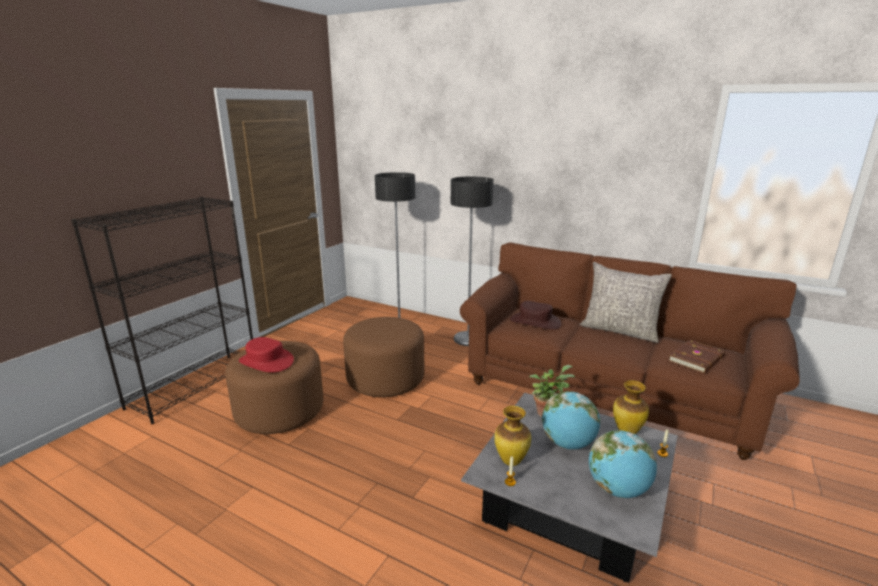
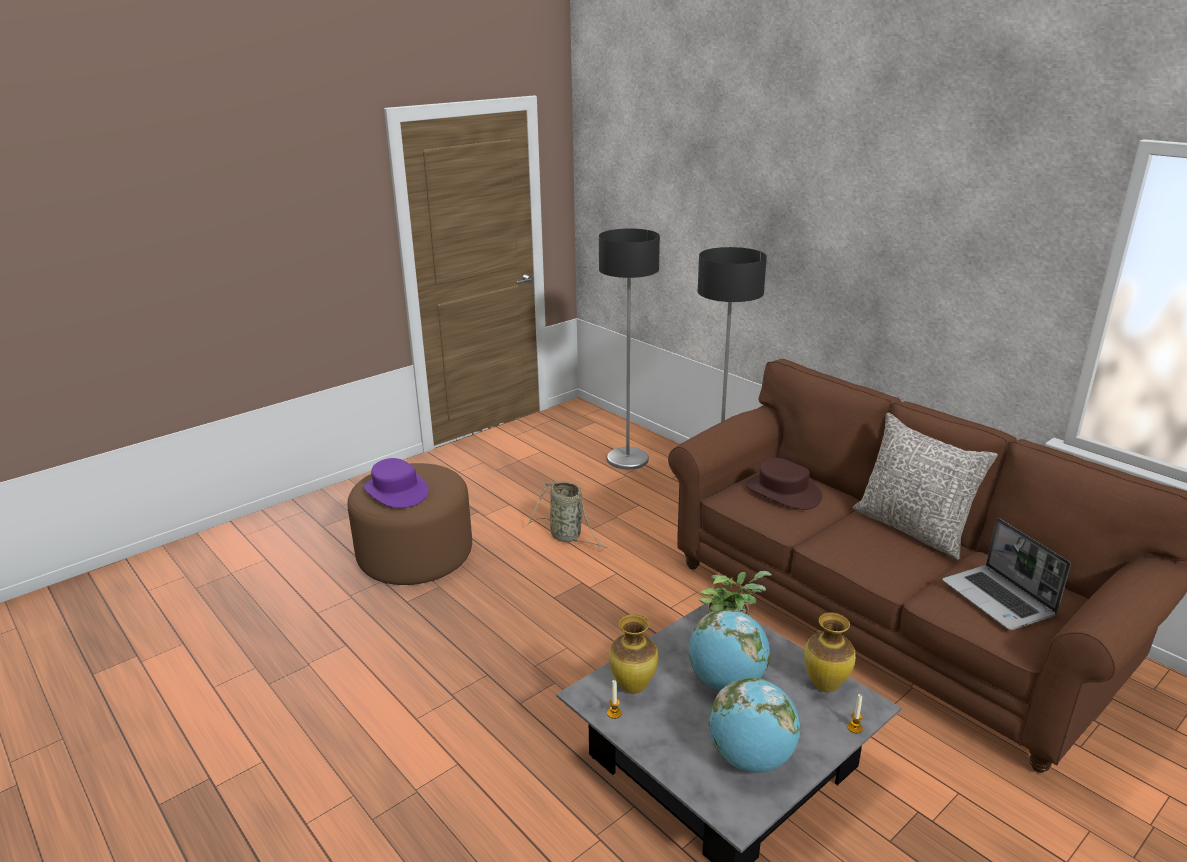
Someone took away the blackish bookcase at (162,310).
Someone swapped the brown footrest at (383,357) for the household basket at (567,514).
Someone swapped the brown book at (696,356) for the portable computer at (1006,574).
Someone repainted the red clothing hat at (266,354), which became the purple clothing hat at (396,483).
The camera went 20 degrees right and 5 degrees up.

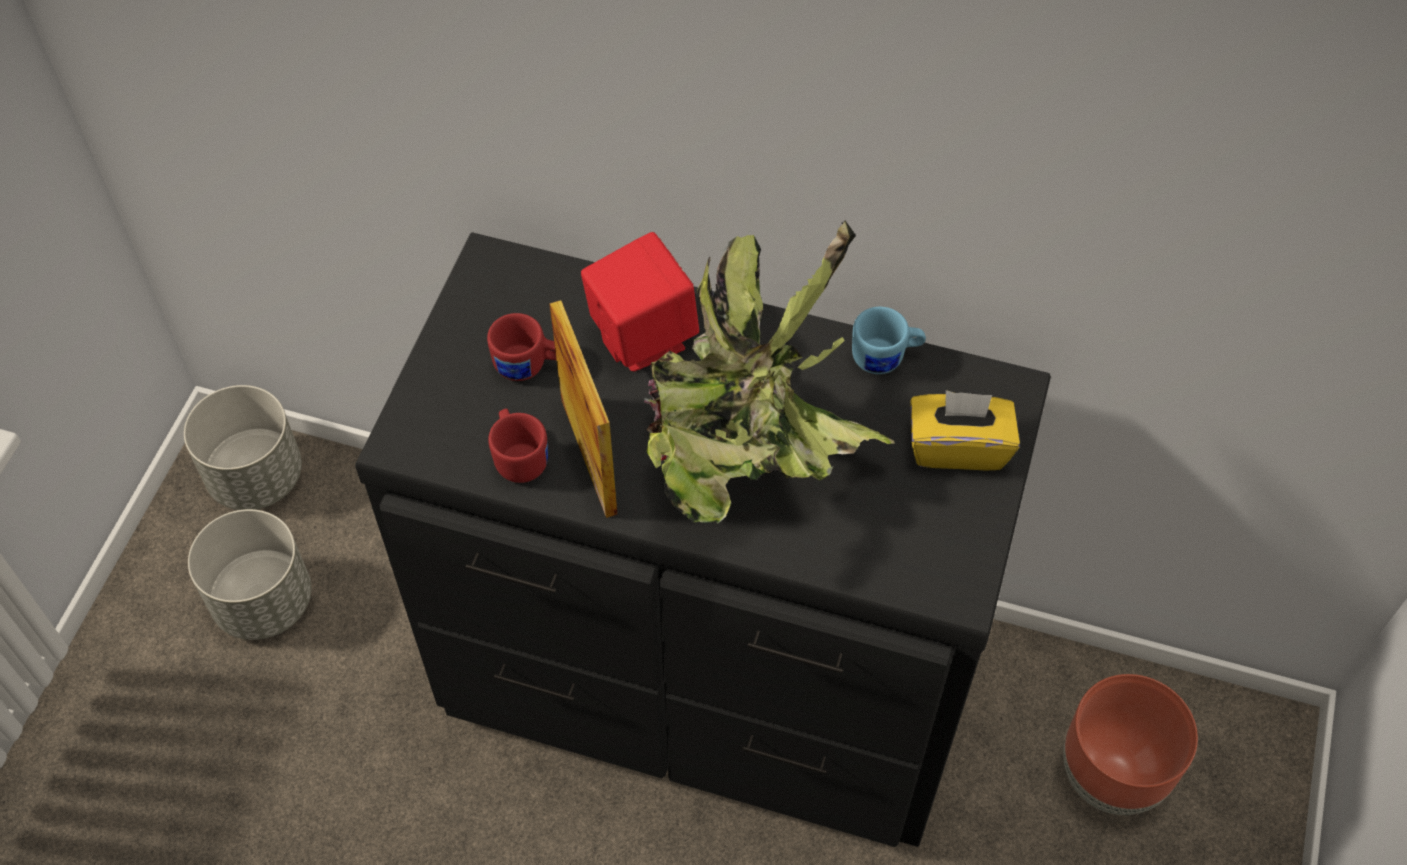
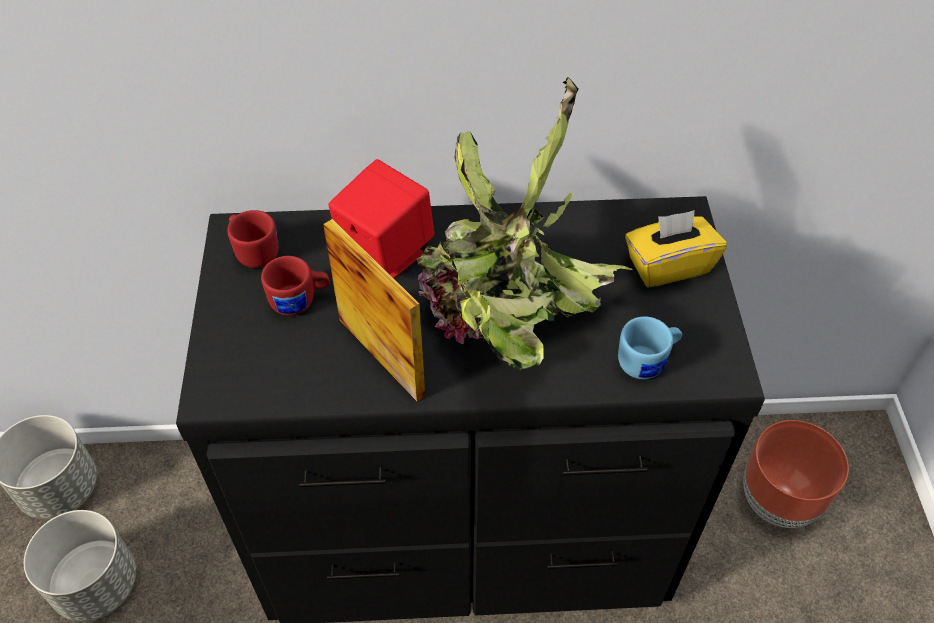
Someone carried the red mug from (518,446) to (253,239).
Someone carried the blue-coloured mug from (889,340) to (650,347).
The camera went 20 degrees left and 5 degrees down.

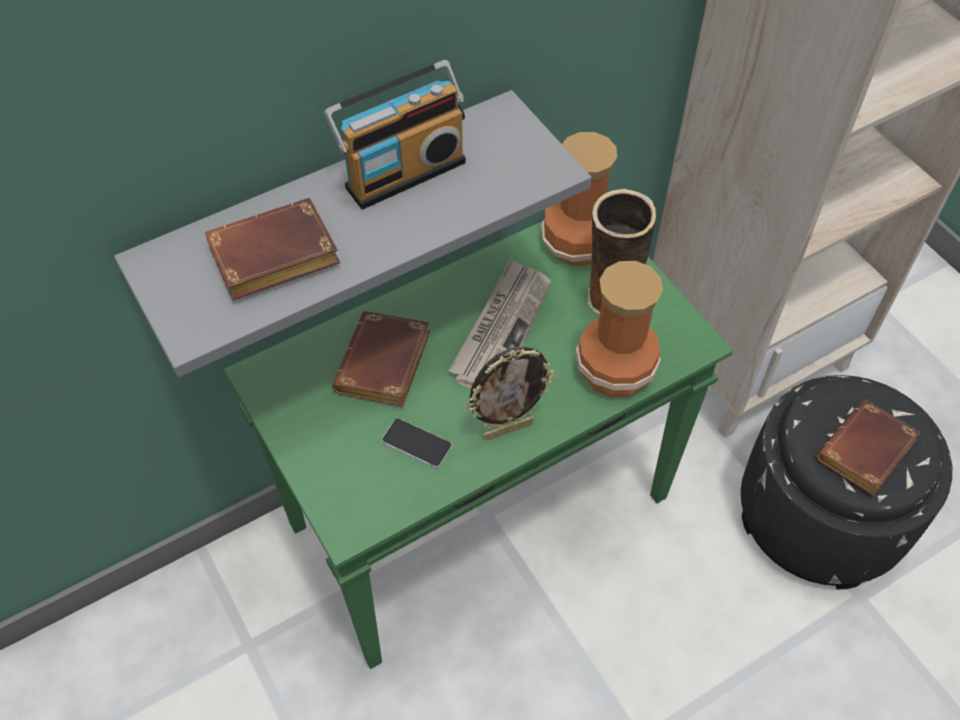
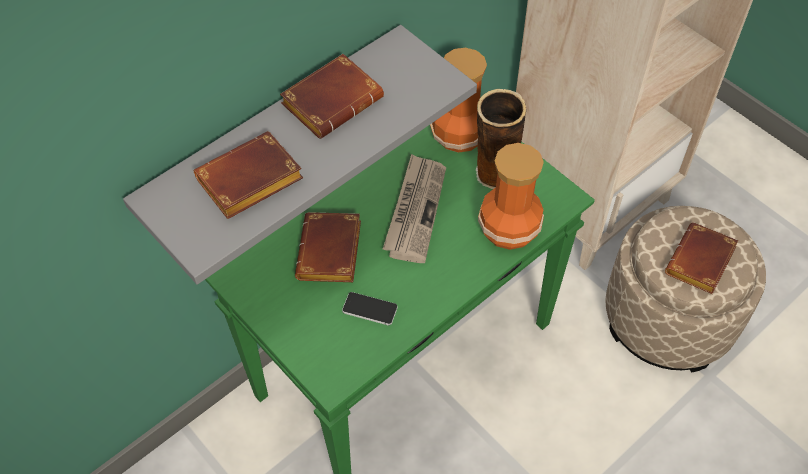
Someone took away the picture frame at (510,393).
Someone swapped the radio at (395,135) for the brown book at (332,96).
Someone repainted the blackish footrest at (846,482), which became the beige footrest at (685,289).
The camera went 10 degrees left and 0 degrees up.

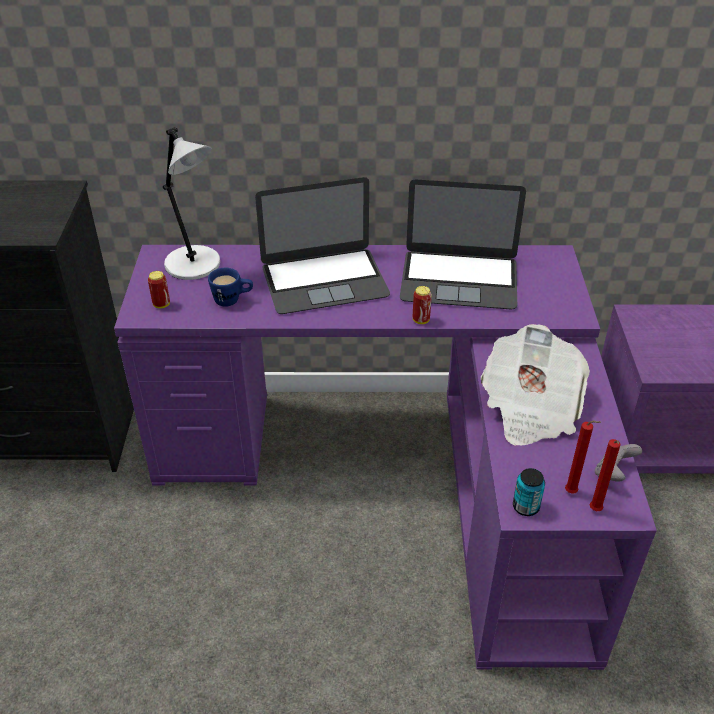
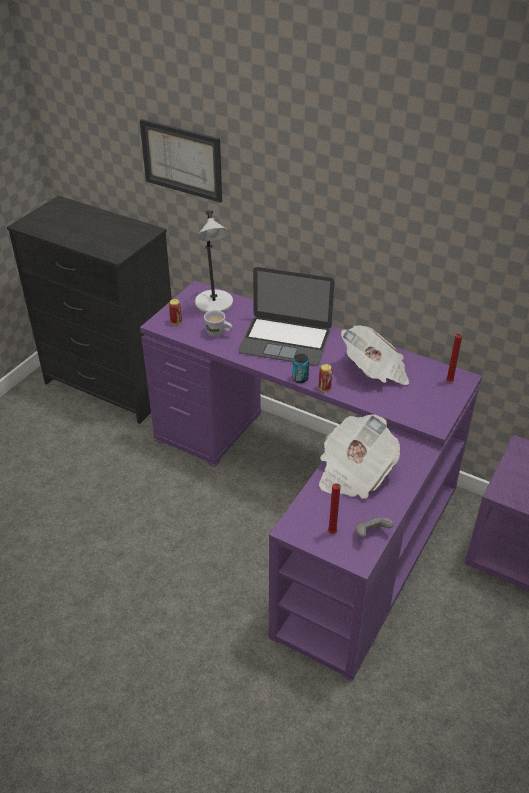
Someone put up the picture at (181,161).
Someone carried the can from (529,492) to (301,368).
Someone carried the red candle from (605,475) to (454,358).
Someone swapped the portable computer at (463,244) for the newspaper at (375,355).
Someone repainted the blue-coloured mug at (230,287), which became the whitish mug at (218,323).
The camera went 30 degrees right and 0 degrees up.

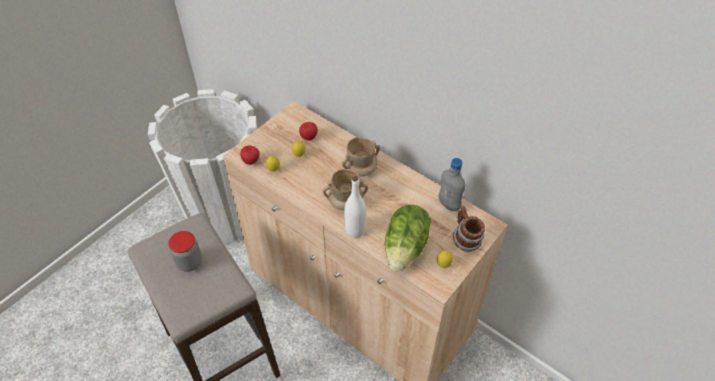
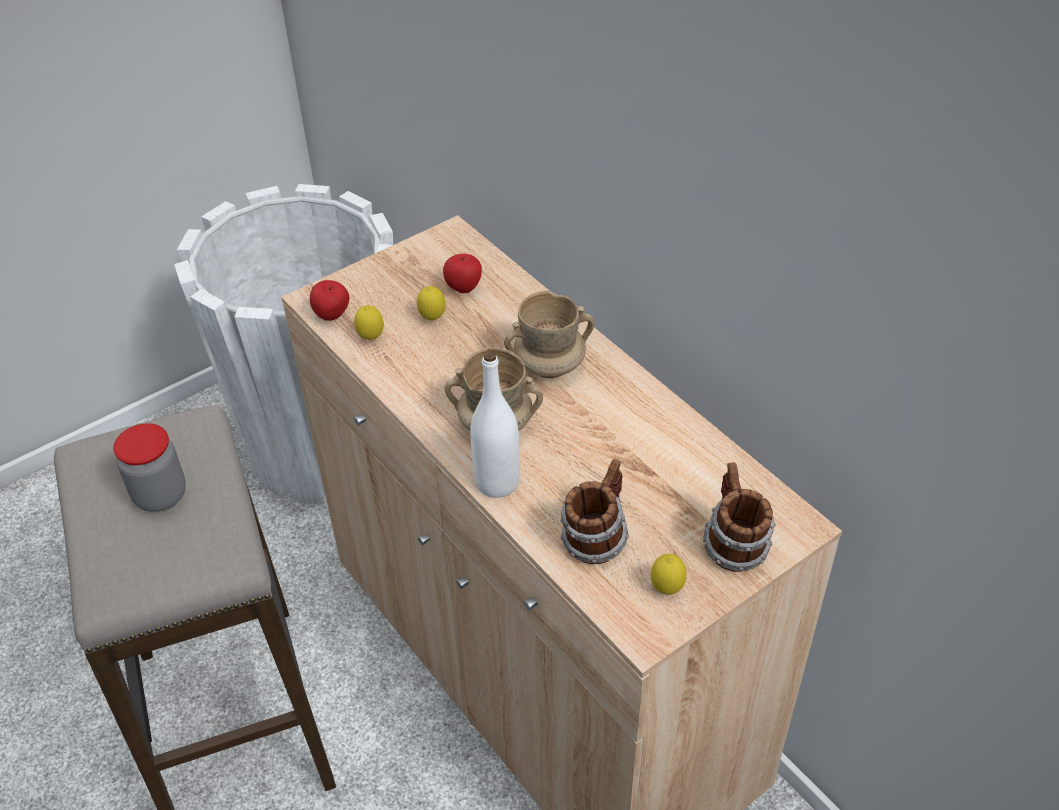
Someone took away the grey beverage bottle at (452,184).
Someone swapped the head of lettuce at (408,238) for the mug at (594,511).
The camera went 15 degrees right and 5 degrees down.

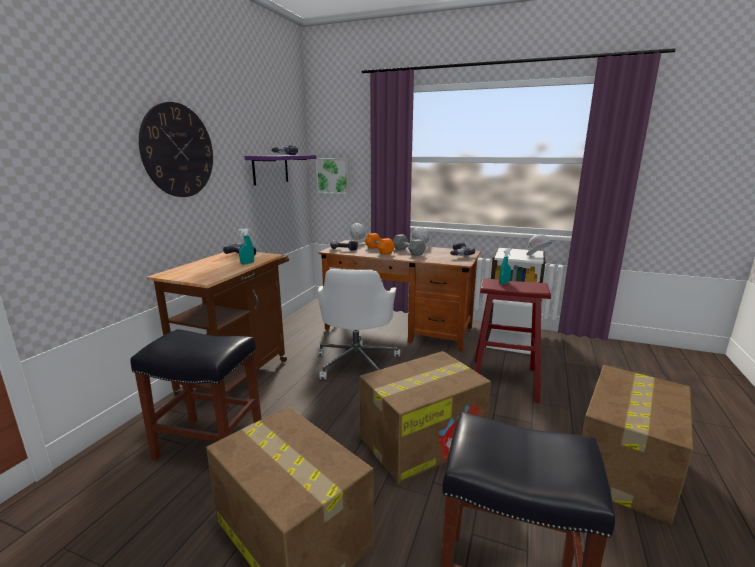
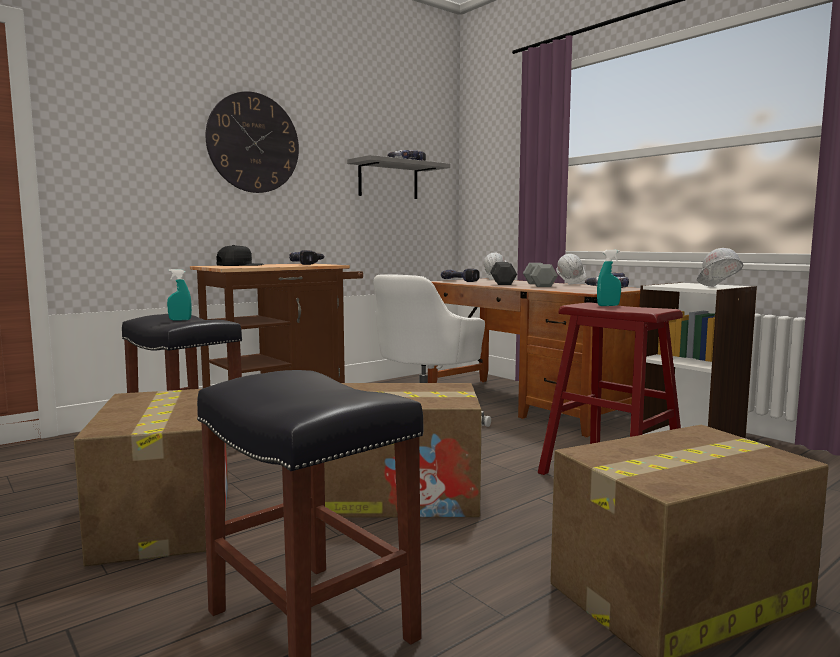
Someone took away the picture at (333,176).
Someone put down the blackish peaked cap at (240,255).
Someone carried the blue-green spray bottle from (246,246) to (179,295).
Someone repainted the purple wall shelf at (280,170), which became the grey wall shelf at (398,177).
Someone repainted the orange dumbbell at (380,244), which became the grey dumbbell at (503,273).
The camera went 30 degrees right and 10 degrees down.

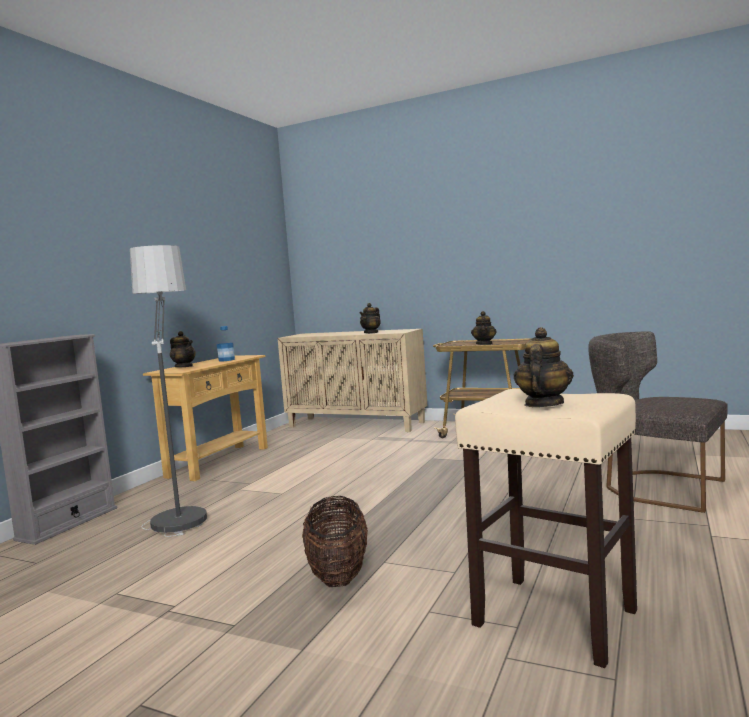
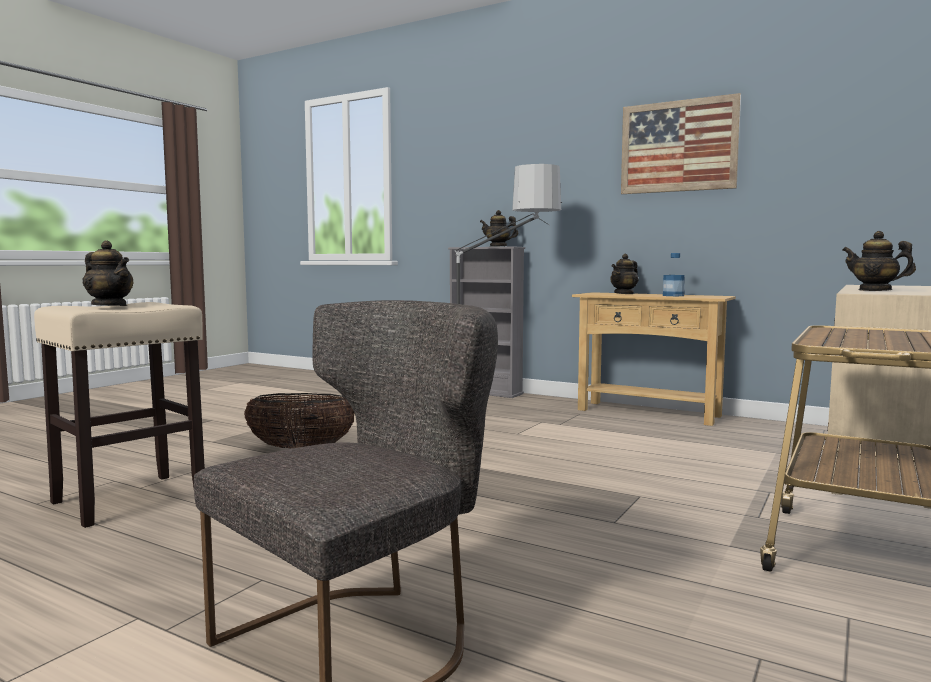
Someone put up the picture at (681,143).
Someone carried the teapot from (484,328) to (499,228).
The camera went 95 degrees right and 0 degrees up.

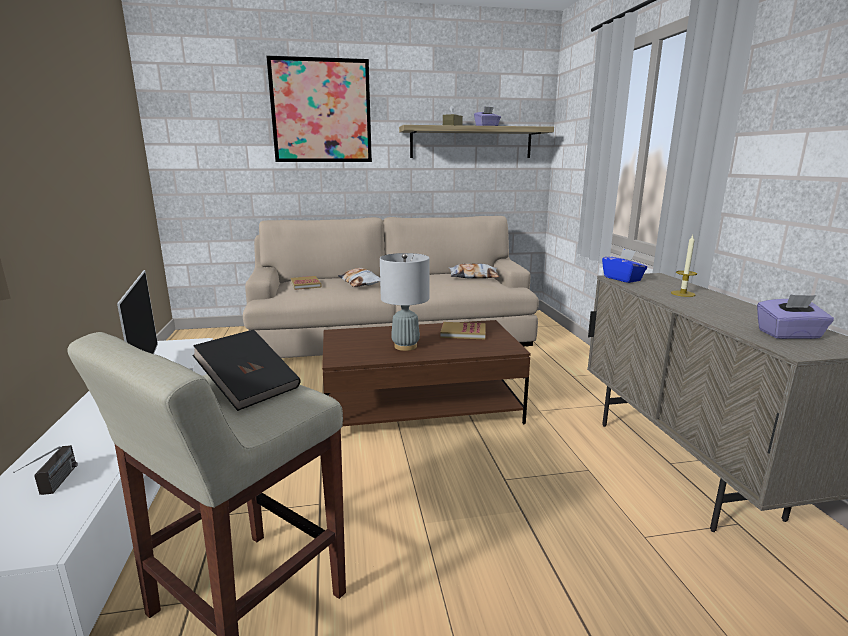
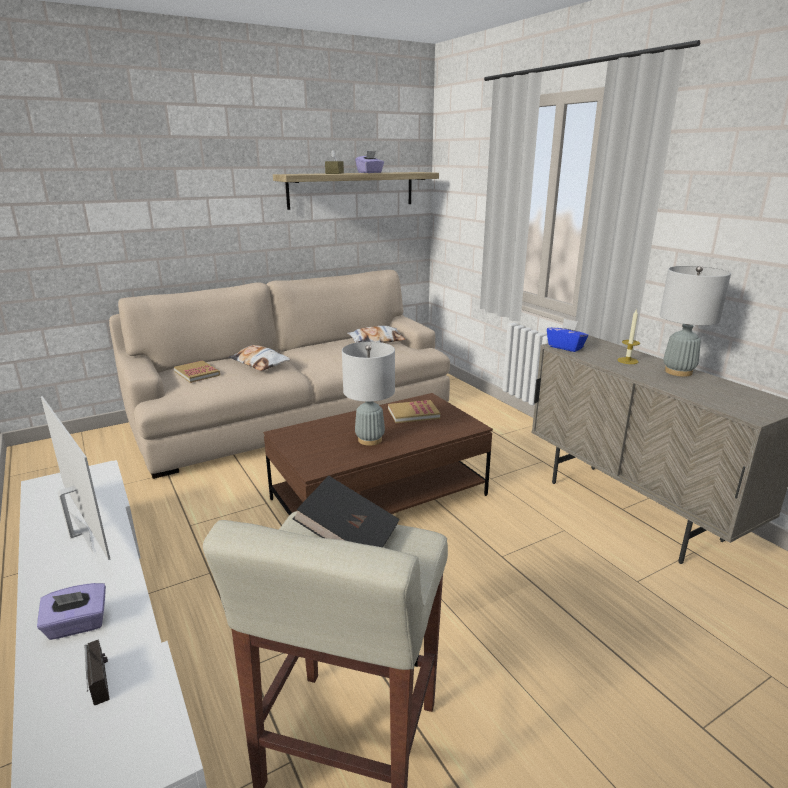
Someone took away the picture at (319,109).
Someone put down the grey lamp for a table at (695,321).
Someone carried the purple tissue holder from (795,316) to (71,611).
The camera went 20 degrees left and 5 degrees up.

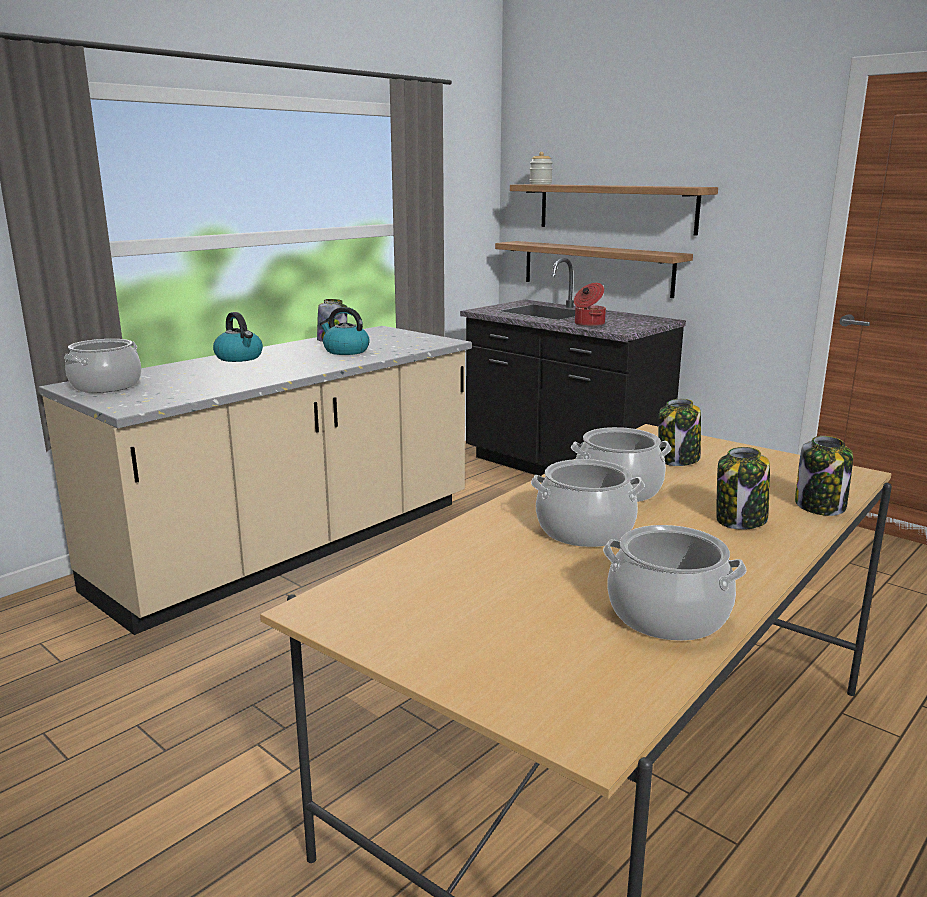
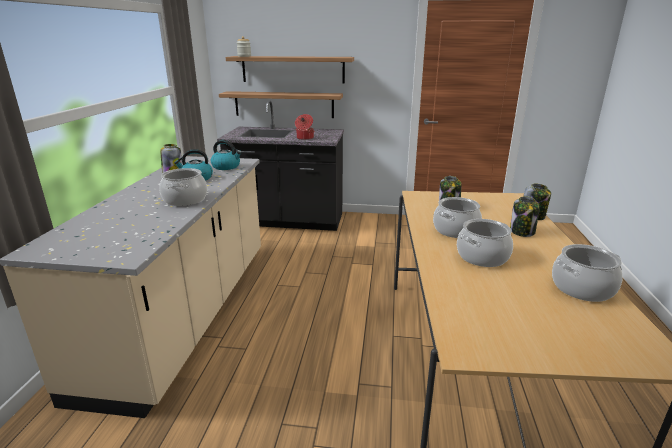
Someone carried the stockpot from (102,366) to (183,187).
Someone carried the tea kettle from (238,337) to (226,155).
The camera went 35 degrees left and 5 degrees up.

